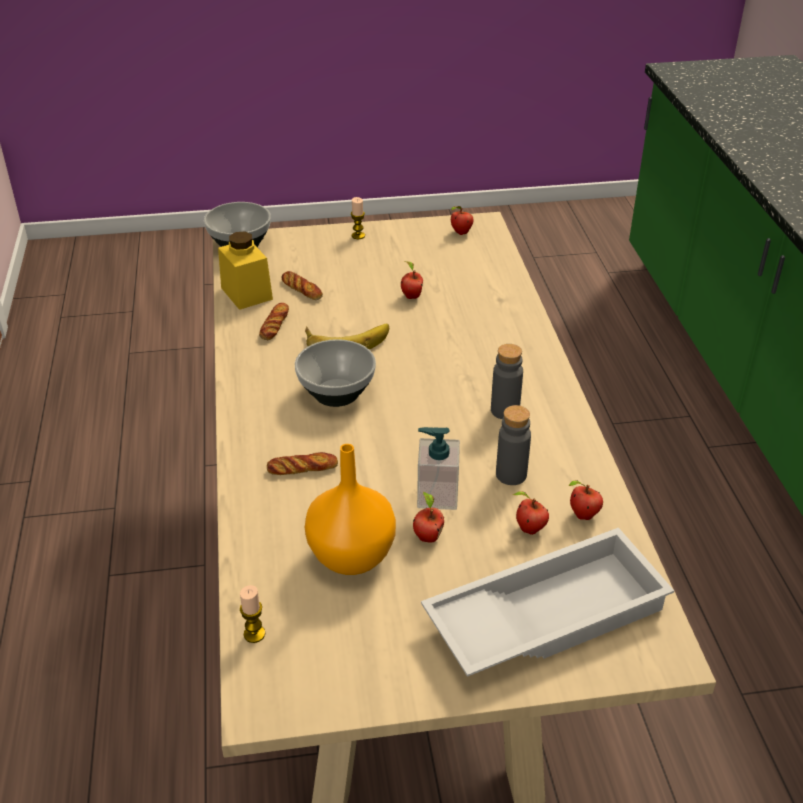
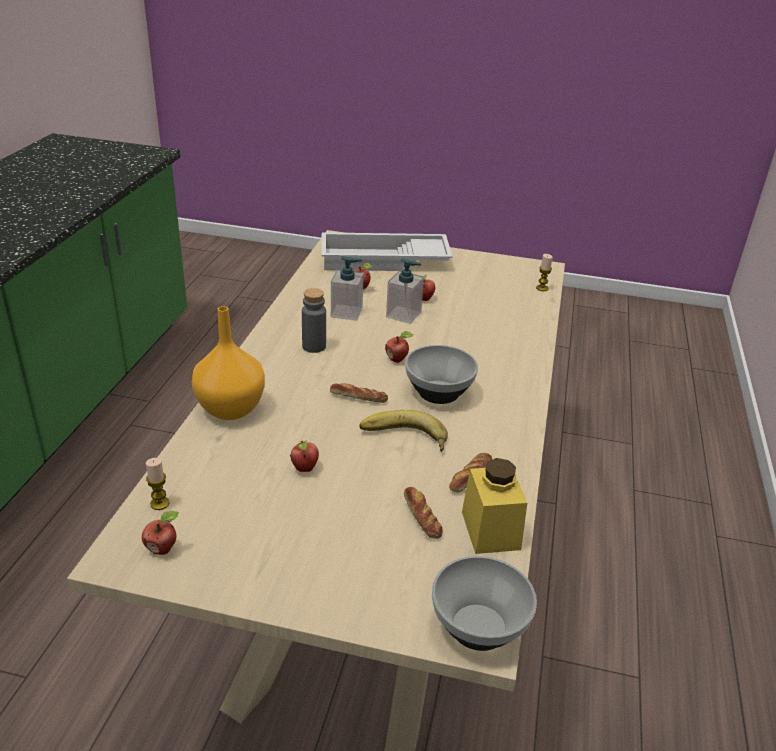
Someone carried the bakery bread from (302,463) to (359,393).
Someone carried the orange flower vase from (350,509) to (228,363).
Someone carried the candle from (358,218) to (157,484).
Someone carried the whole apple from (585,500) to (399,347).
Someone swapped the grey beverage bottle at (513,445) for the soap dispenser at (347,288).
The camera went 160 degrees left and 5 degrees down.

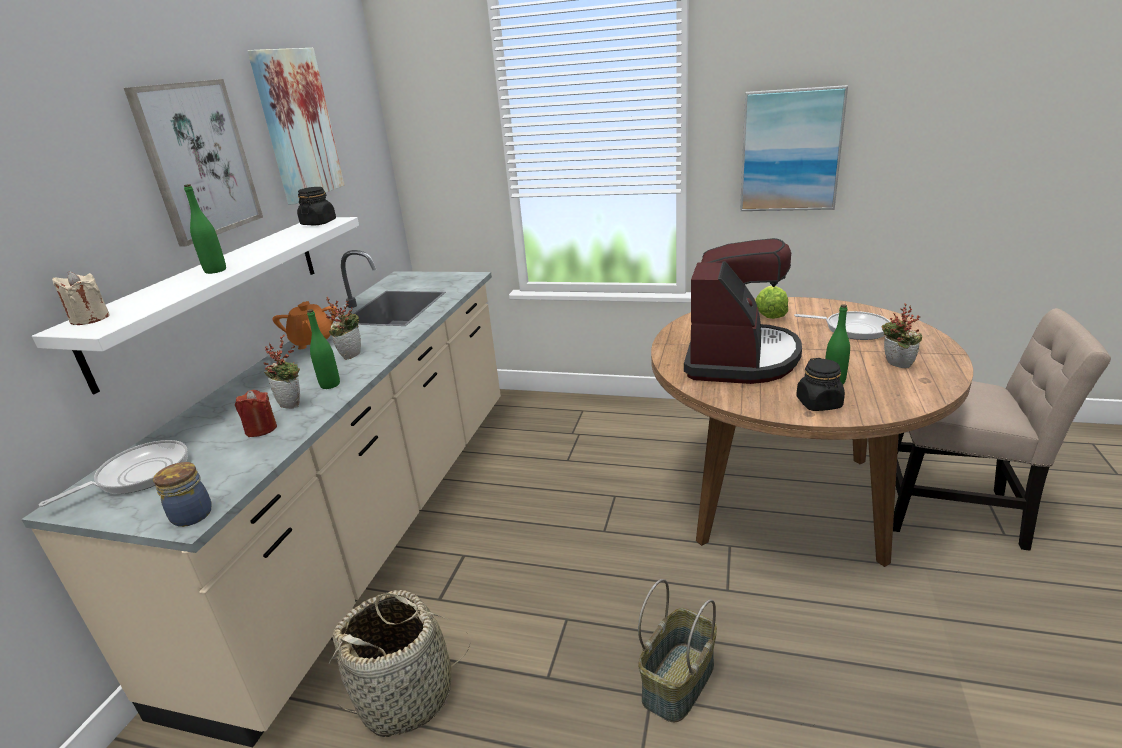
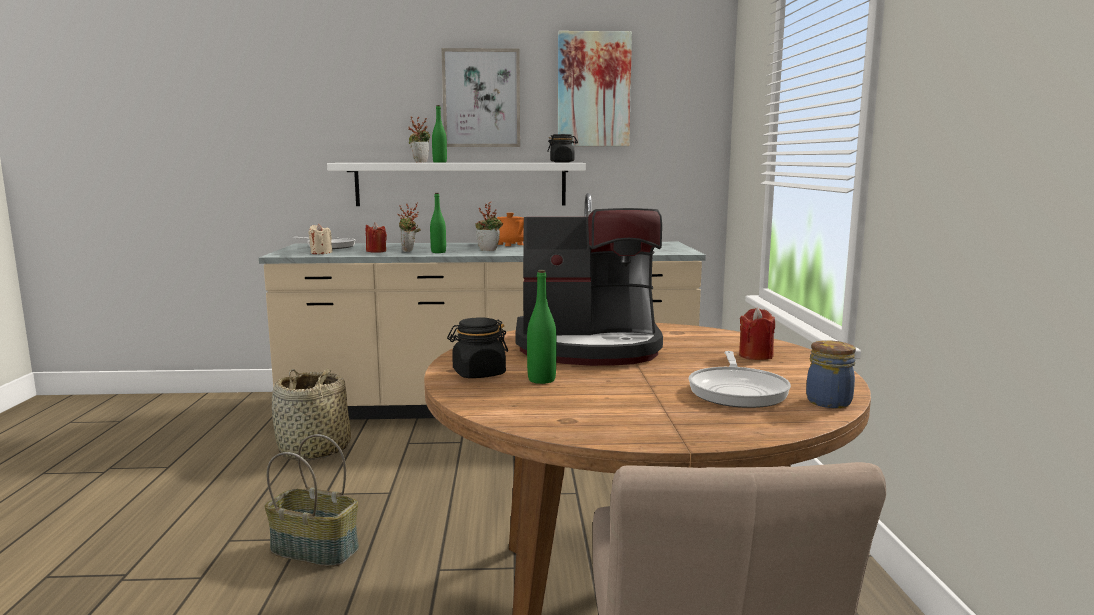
Someone took away the picture at (794,148).
Someone carried the beige candle from (81,298) to (320,239).
Someone carried the storage jar from (182,494) to (831,374).
Someone carried the plant in a pot from (902,336) to (419,139).
Someone swapped the head of lettuce at (771,302) for the red candle at (757,333).
The camera went 70 degrees right and 15 degrees down.

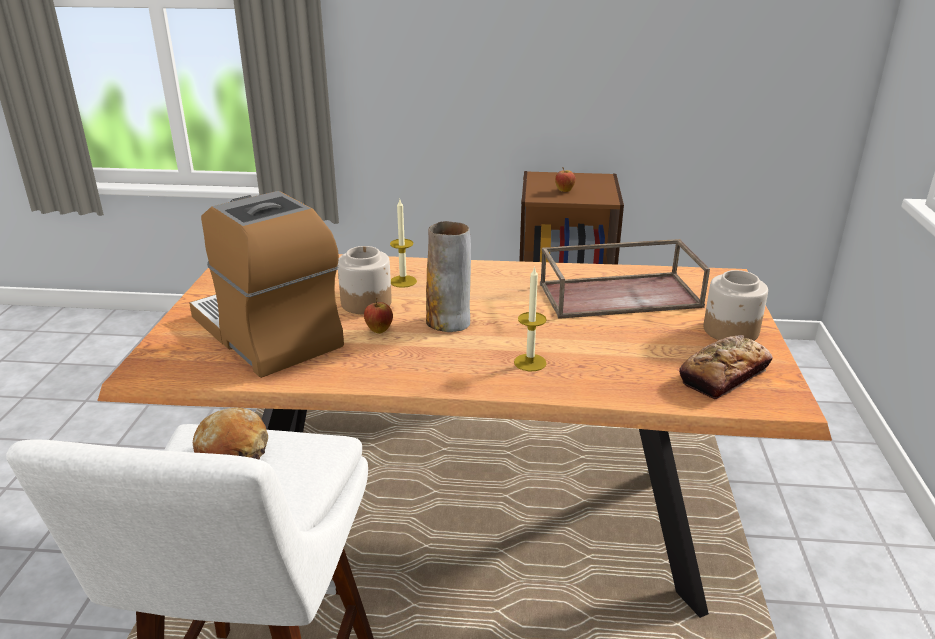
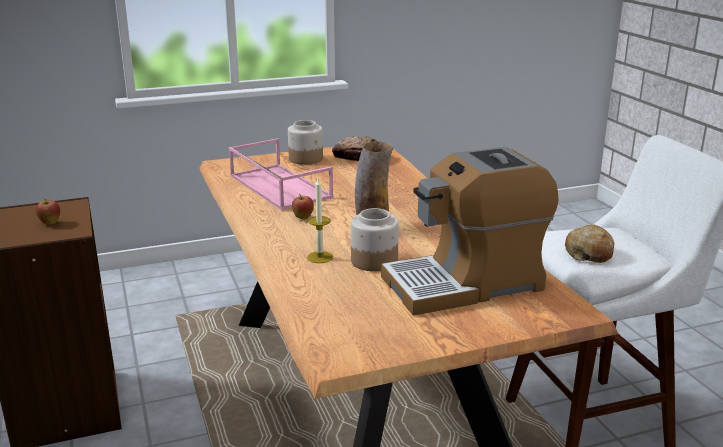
Someone took away the candle at (530,318).
Someone carried the whole apple from (378,316) to (303,206).
Someone repainted the brown tray at (625,279), which became the pinkish tray at (281,174).
Someone rotated the coffee maker at (266,284) by 45 degrees clockwise.
The camera went 115 degrees left and 5 degrees down.

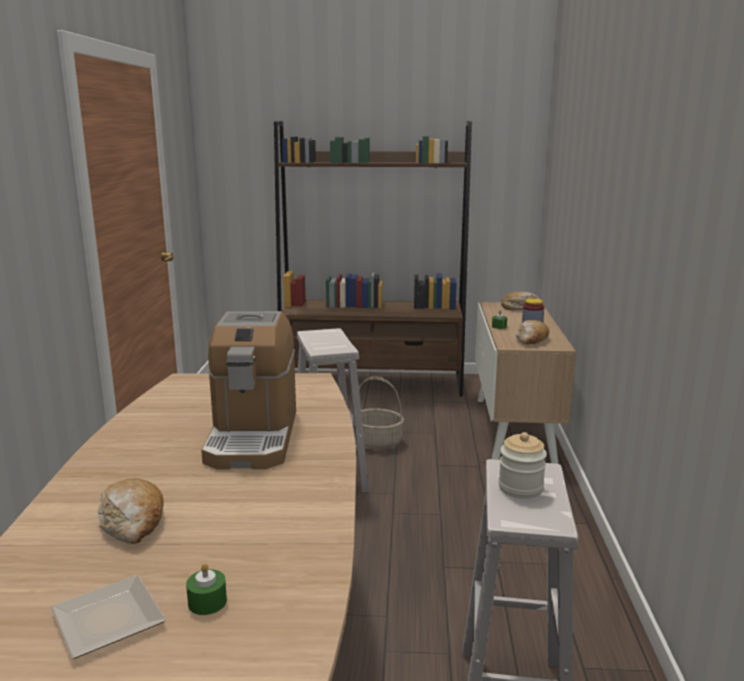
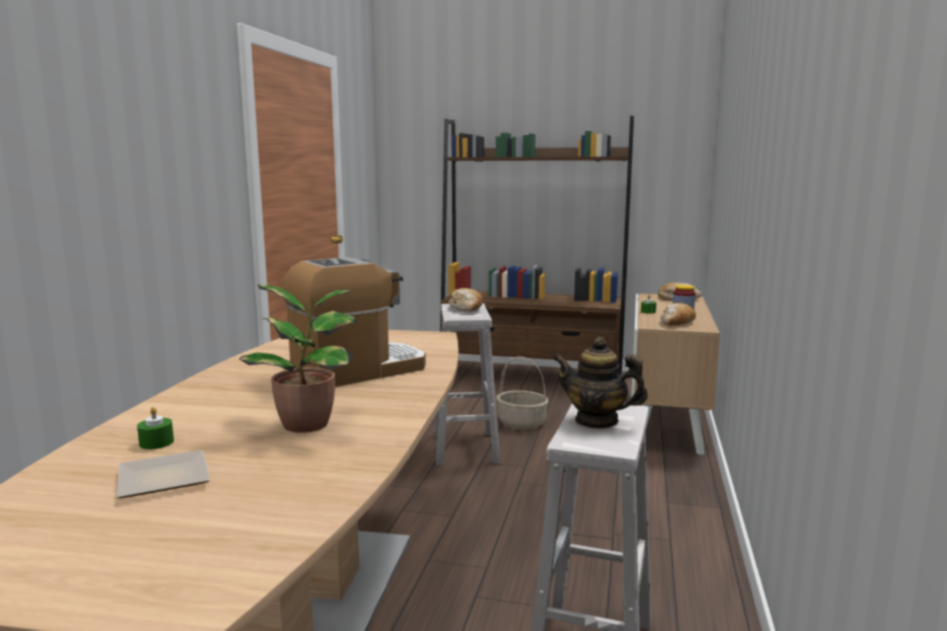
Someone put down the plant in a pot at (298,358).
Someone carried the bakery bread from (131,511) to (465,299).
Someone carried the greenish candle from (206,589) to (155,428).
Someone swapped the storage jar at (522,465) for the teapot at (600,383).
Someone rotated the coffee maker at (248,390) by 135 degrees counterclockwise.
The camera went 10 degrees right and 5 degrees down.

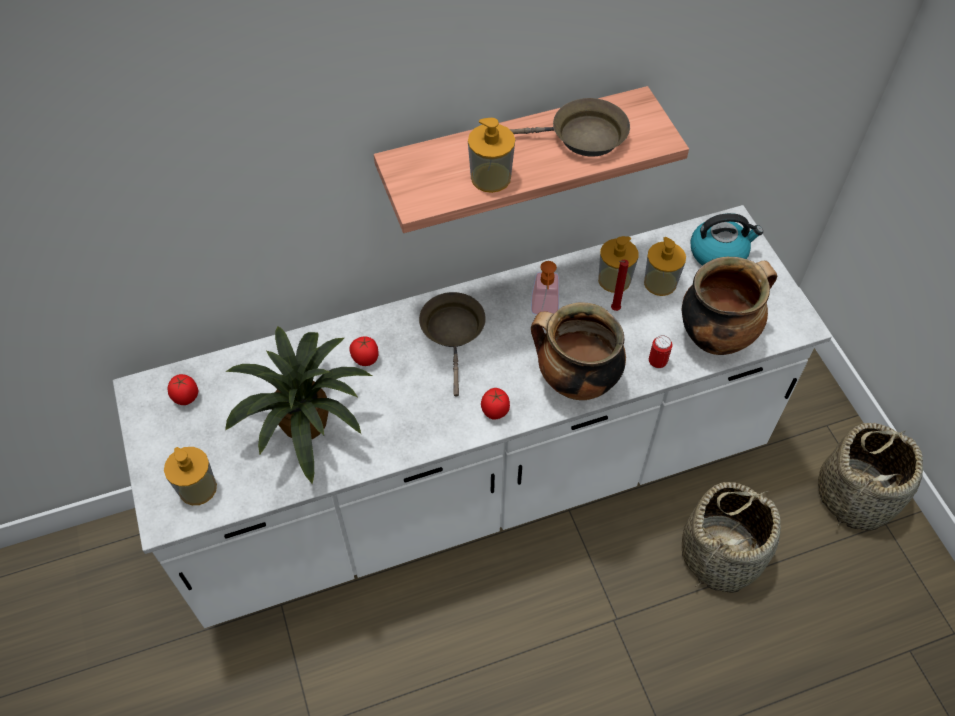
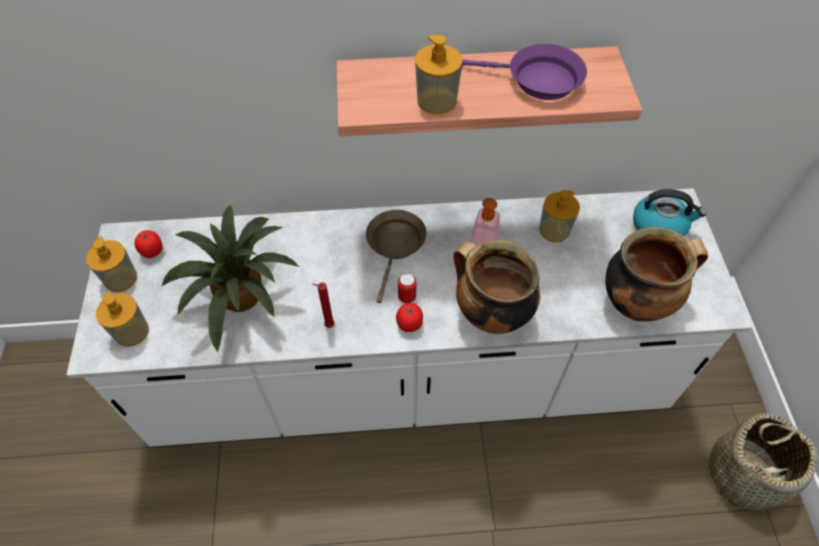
Someone took away the whole tomato at (364,351).
Someone took away the household basket at (731,537).
Someone carried the red candle from (620,285) to (323,305).
Someone carried the soap dispenser from (665,266) to (111,264).
Someone carried the can from (660,352) to (407,288).
Someone repainted the brown skillet at (569,127), which became the purple skillet at (524,72).
The camera went 15 degrees right and 0 degrees up.

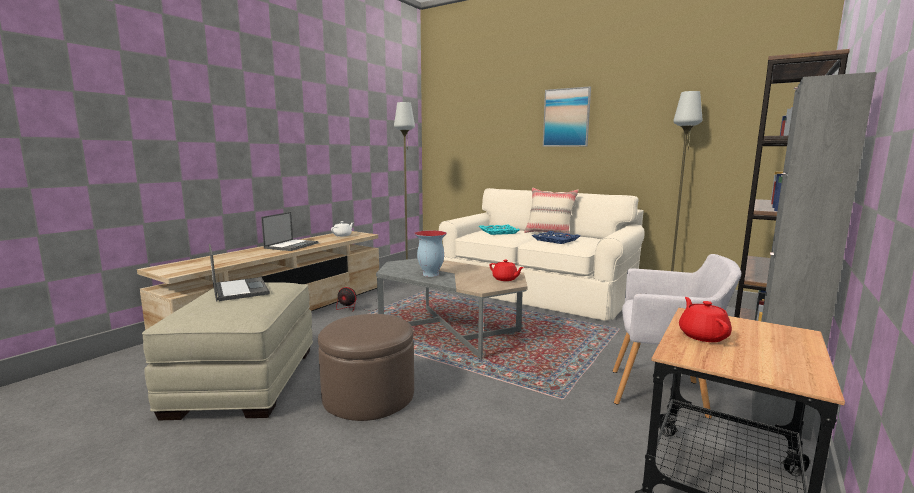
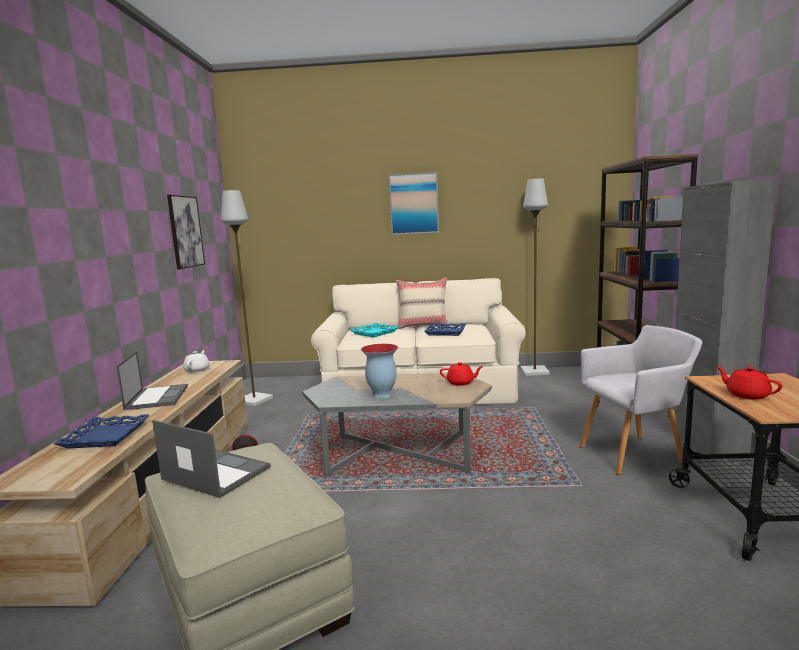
Someone took away the brown footrest at (366,367).
Someone put down the blue-coloured tray at (101,431).
Someone put up the picture at (186,232).
The camera went 30 degrees left and 0 degrees up.

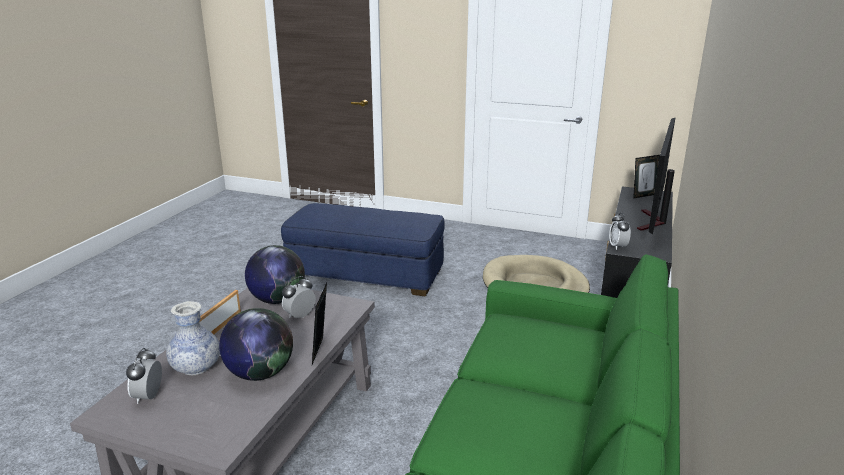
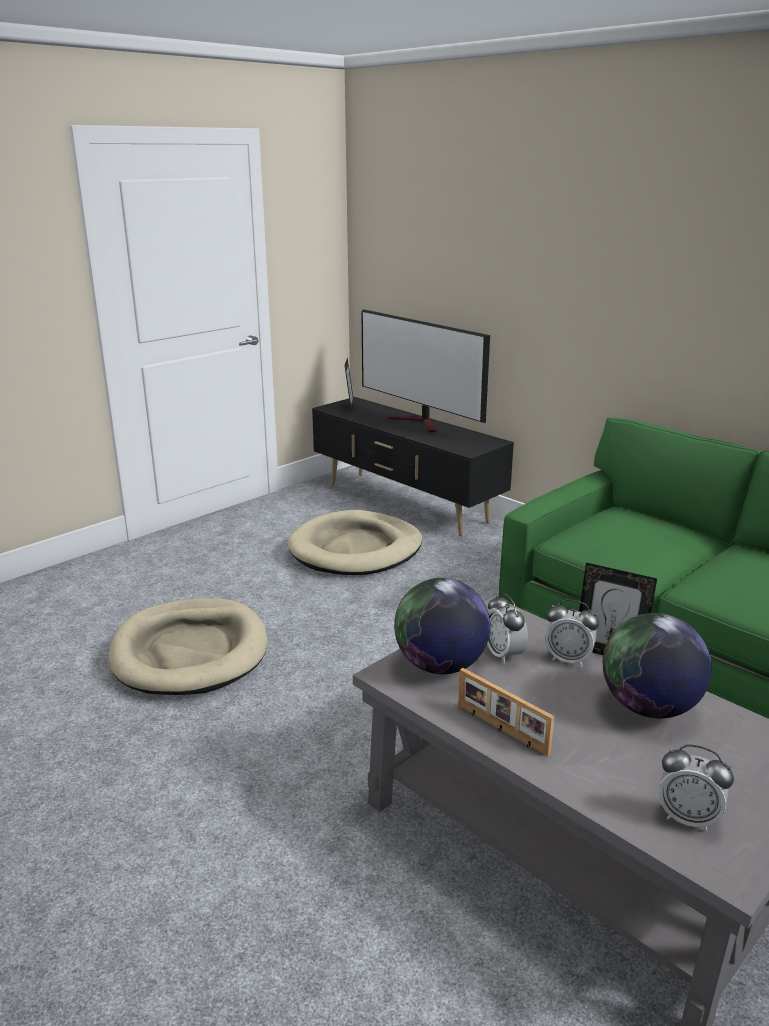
Someone took away the flower vase at (193,338).
Someone carried the bedside clock from (620,231) to (572,633).
Someone swapped the blue-coloured footrest at (363,249) for the beige dog cushion at (188,646).
The camera went 65 degrees left and 0 degrees up.

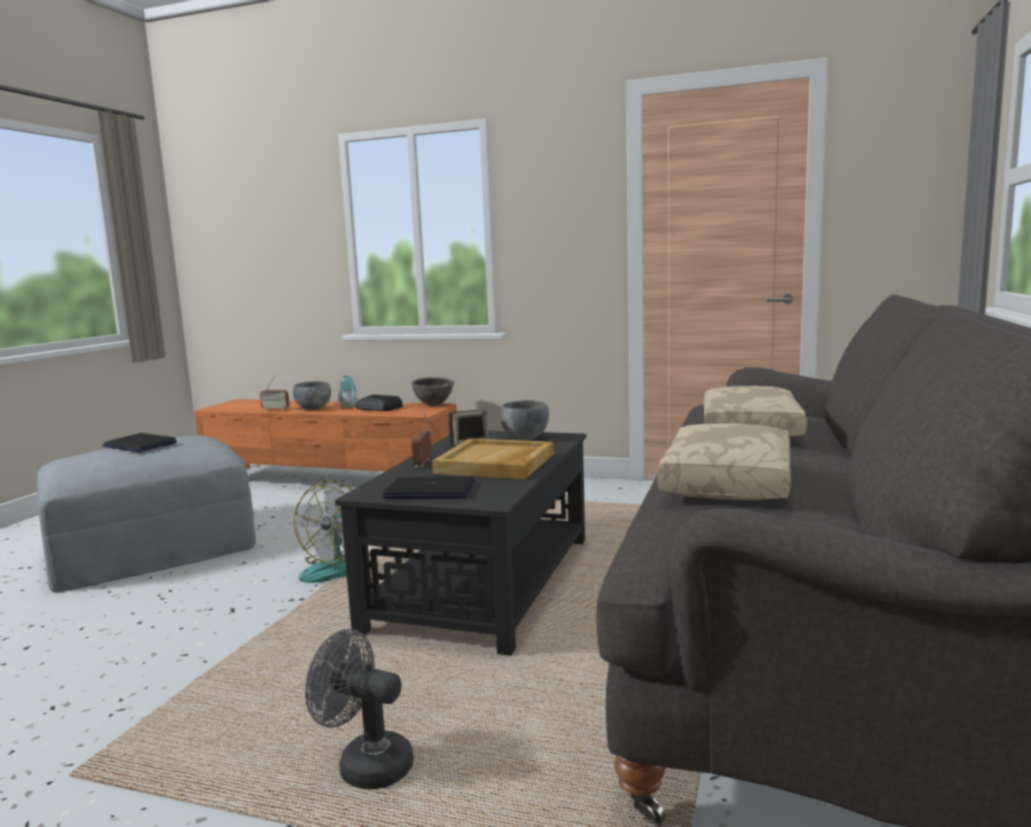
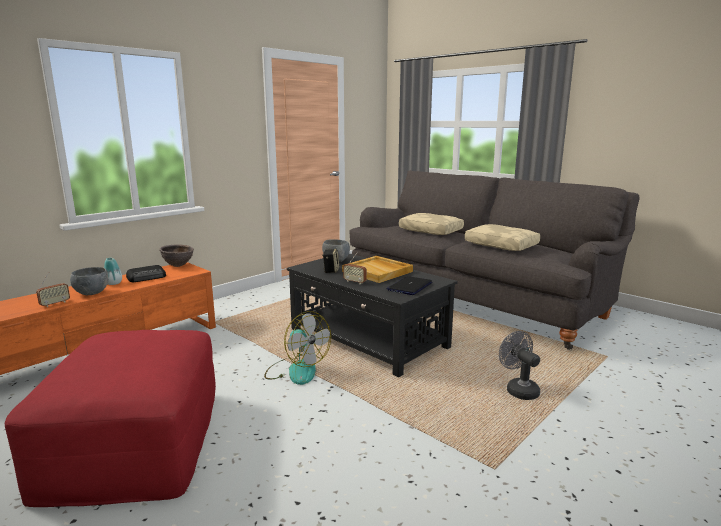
Someone took away the portable computer at (139,442).
Someone repainted the grey footrest at (146,514), which became the red footrest at (110,418).
Someone rotated the grey electric fan at (359,709) by 105 degrees clockwise.
The camera went 65 degrees left and 5 degrees up.

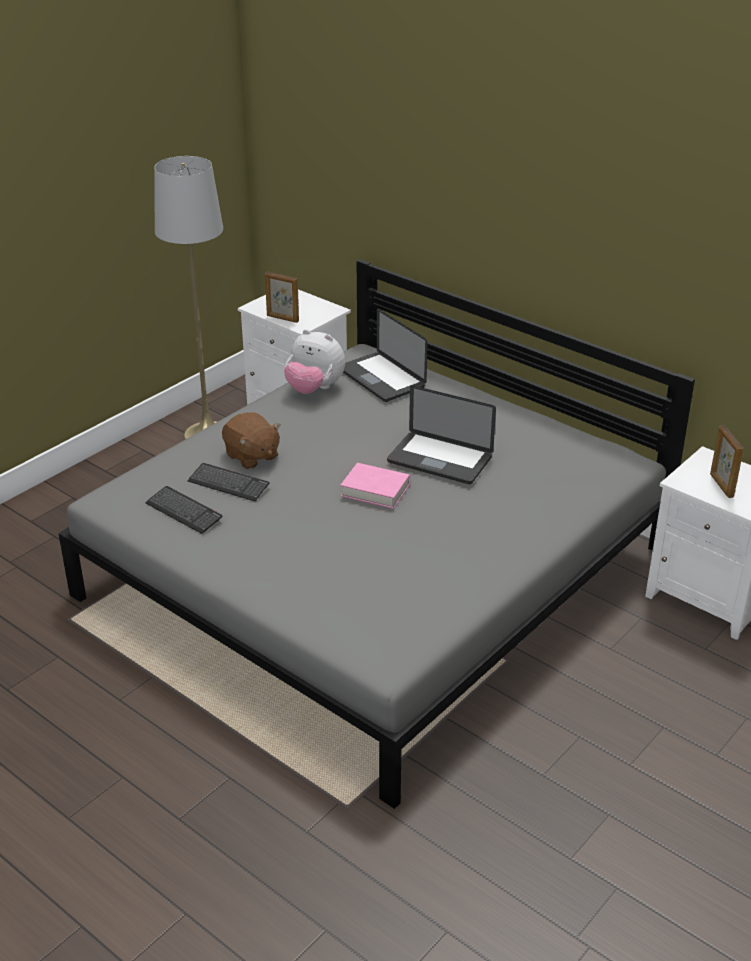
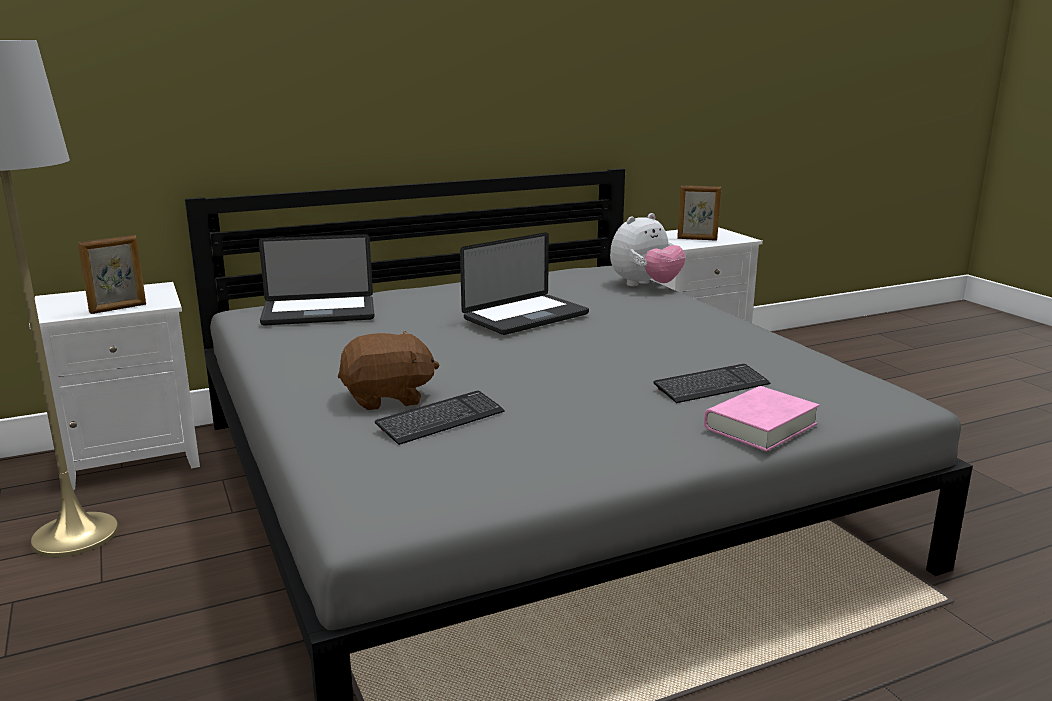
Someone carried the PC keyboard from (184,510) to (711,383).
Someone carried the soft toy from (314,361) to (648,250).
Someone carried the pinkish book from (375,486) to (761,419).
The camera went 65 degrees left and 15 degrees down.

